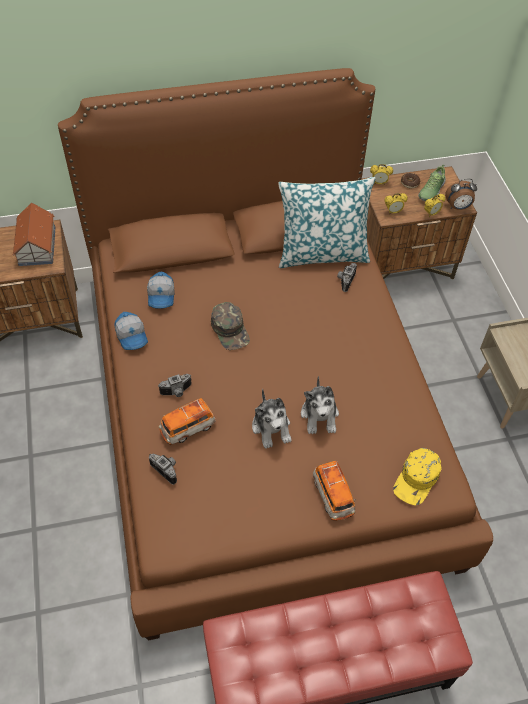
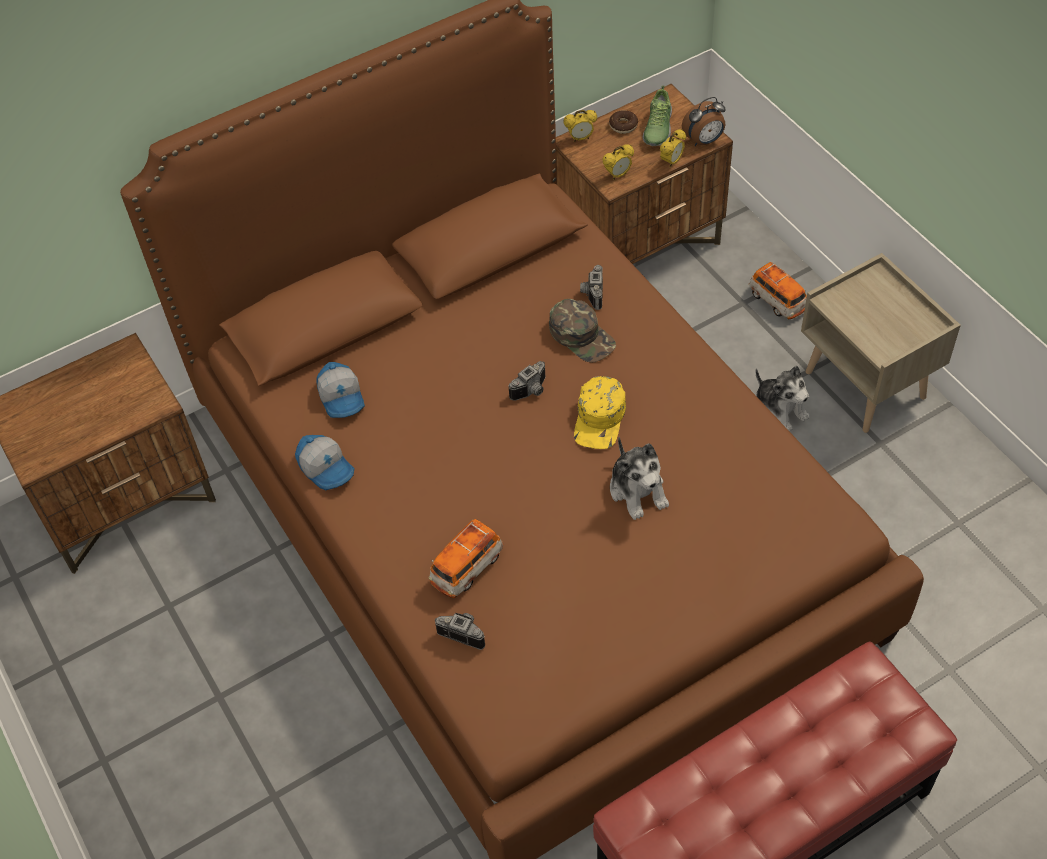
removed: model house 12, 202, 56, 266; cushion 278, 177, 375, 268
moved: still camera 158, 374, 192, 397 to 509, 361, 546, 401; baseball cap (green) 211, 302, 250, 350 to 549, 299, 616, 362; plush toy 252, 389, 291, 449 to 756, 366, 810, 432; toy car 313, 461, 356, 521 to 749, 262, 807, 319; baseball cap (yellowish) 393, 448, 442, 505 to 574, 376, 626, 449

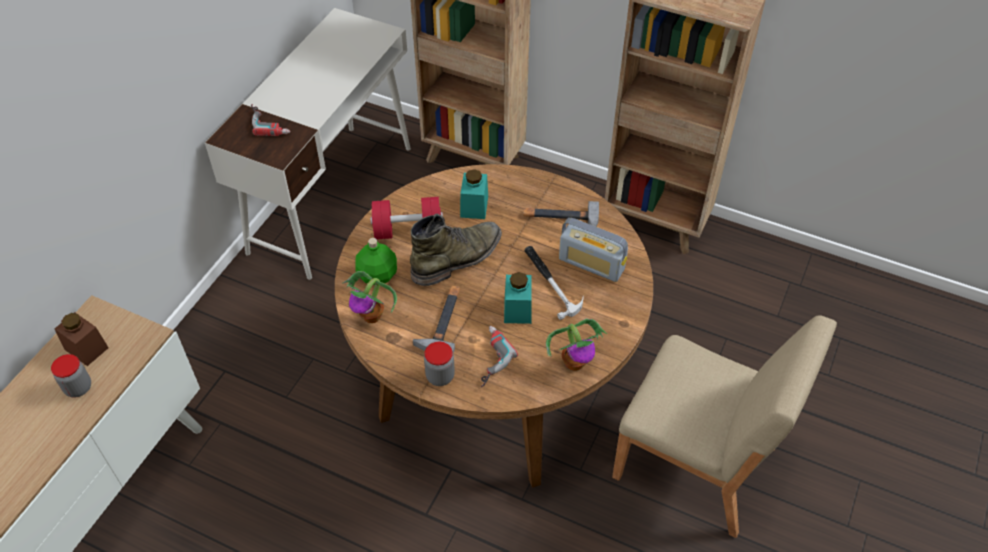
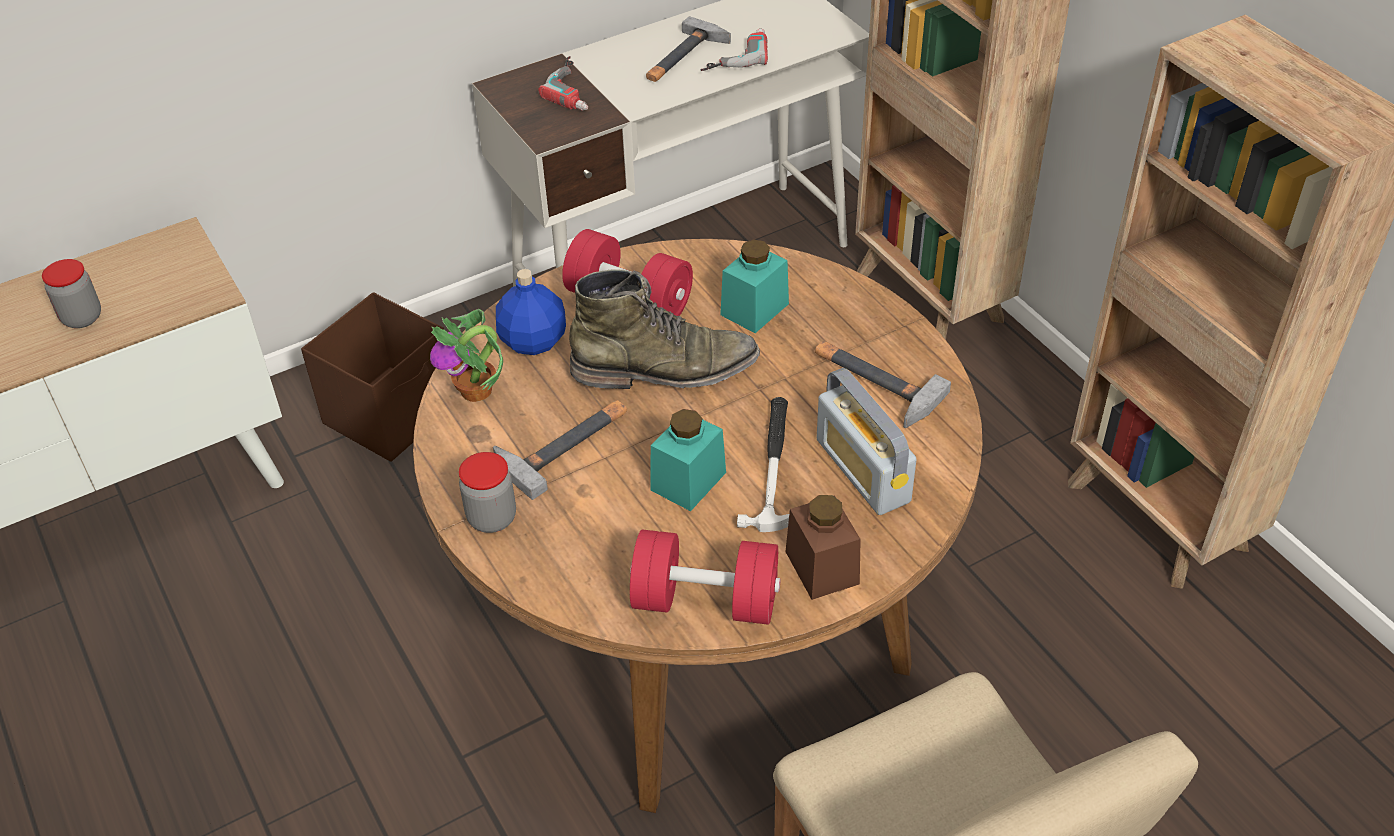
added: storage box (brown) 301, 292, 444, 462; tool hammer 646, 16, 731, 82
moved: jar (brown) 55, 312, 109, 366 to 785, 495, 861, 600; drill 481, 326, 518, 387 to 701, 28, 768, 71
replaced: houseplant 546, 319, 607, 371 to free weight (reddish) 630, 530, 781, 625
recoloured: beverage bottle (green) 356, 238, 397, 285 to beverage bottle (bluish) 496, 269, 566, 355

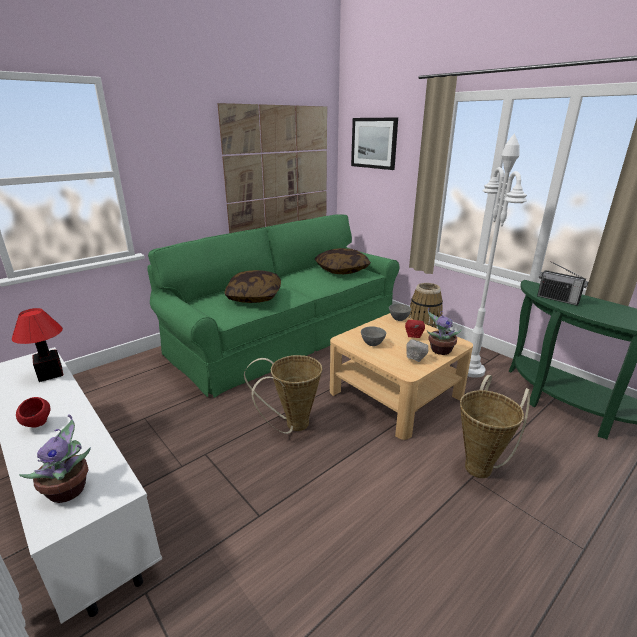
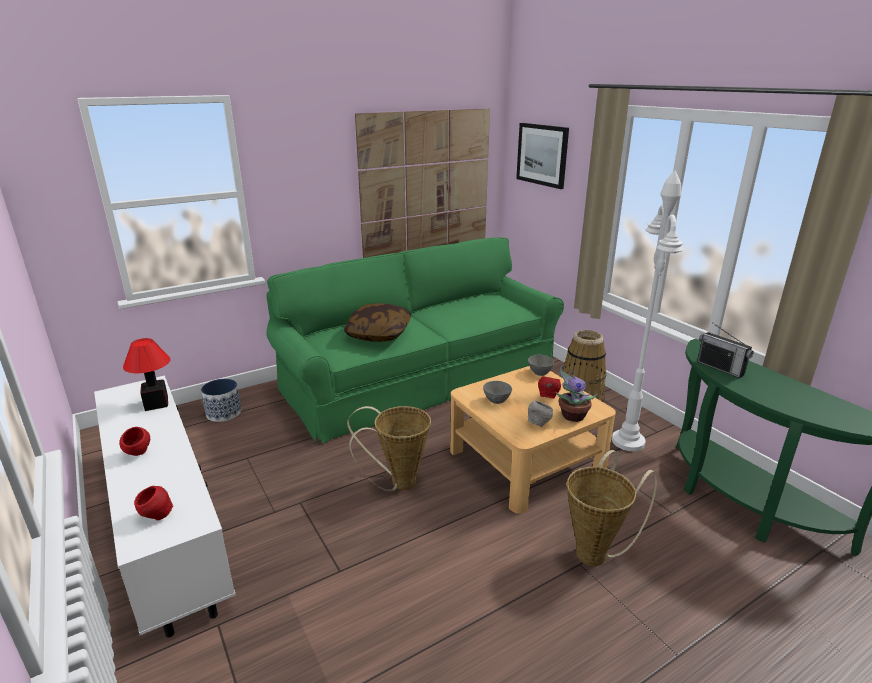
removed: cushion 315, 248, 371, 274
added: planter 201, 379, 242, 422
replaced: houseplant 19, 414, 91, 503 to deep dish (reddish) 134, 486, 173, 520

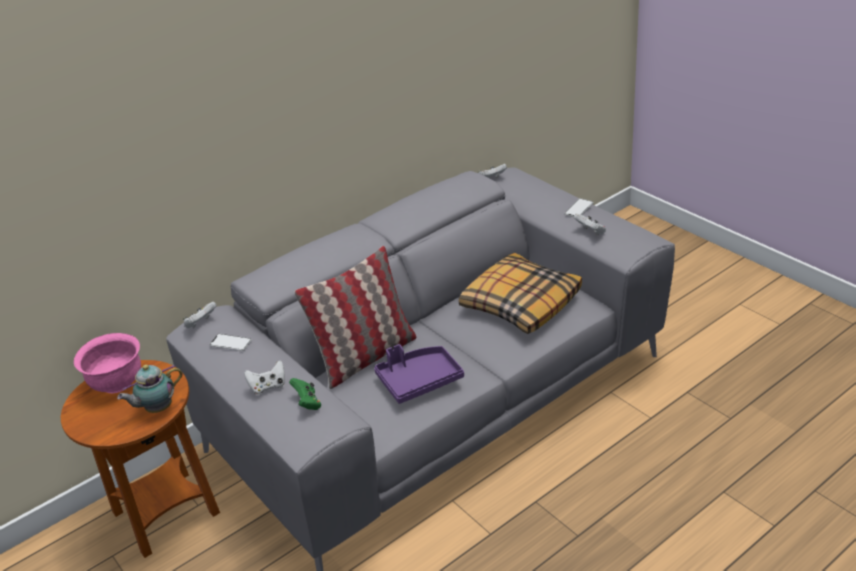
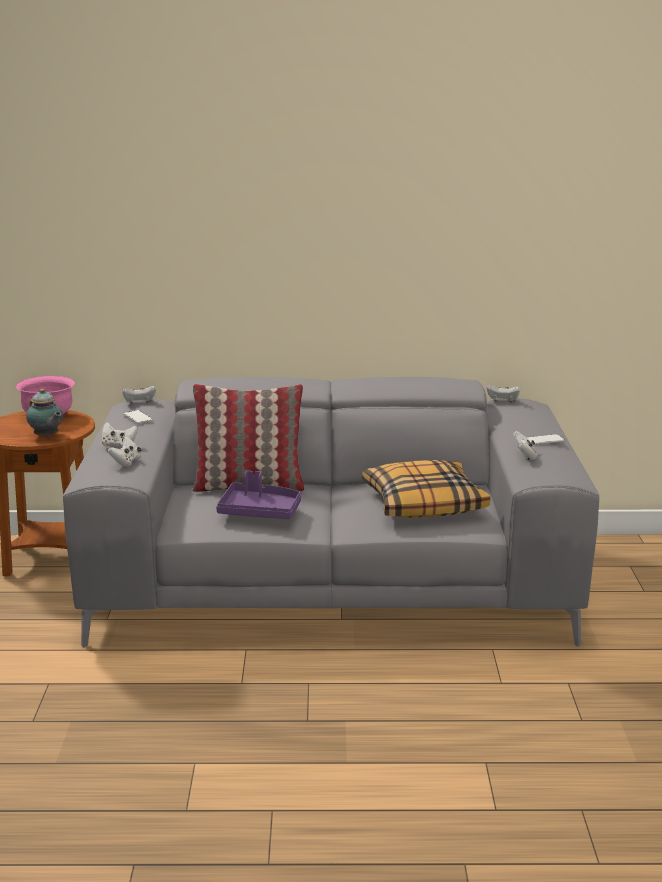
recoloured: game controller (green) 289, 378, 321, 410 to game controller (white) 108, 436, 141, 467
turned: pot for tea 117, 365, 182, 413 = 26, 389, 63, 438 135 degrees counterclockwise

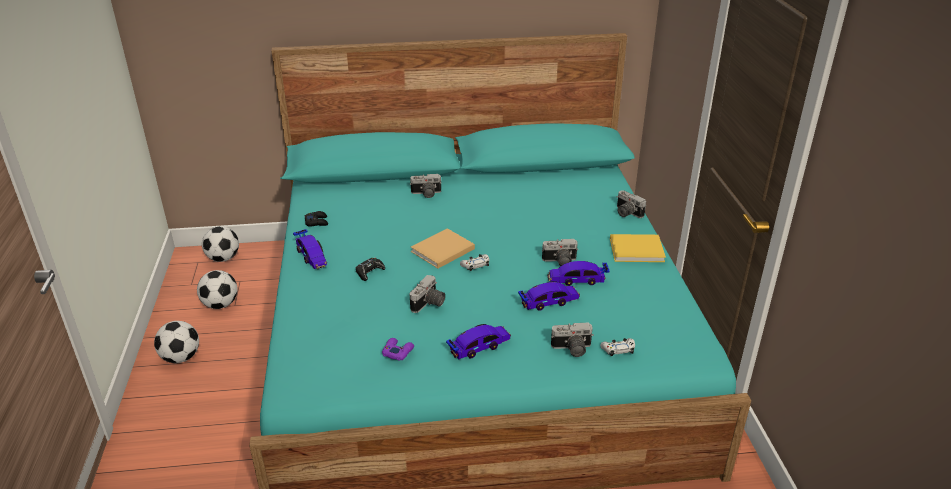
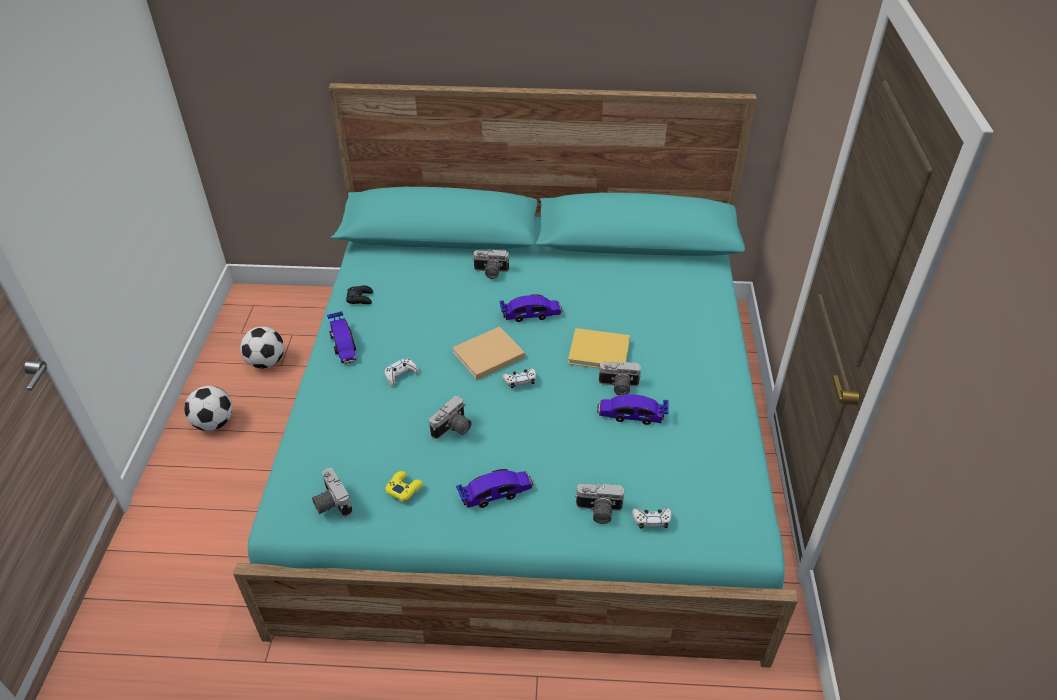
removed: football 202, 226, 239, 262
moved: toy car 518, 281, 580, 311 to 499, 294, 562, 322; bound book (yellowish) 610, 234, 666, 262 to 568, 328, 630, 368; still camera 617, 190, 646, 218 to 312, 468, 353, 517
recoloured: game controller (black) 356, 258, 385, 281 to game controller (white) 384, 358, 419, 387; game controller (purplish) 382, 338, 414, 361 to game controller (yellowish) 385, 471, 423, 501

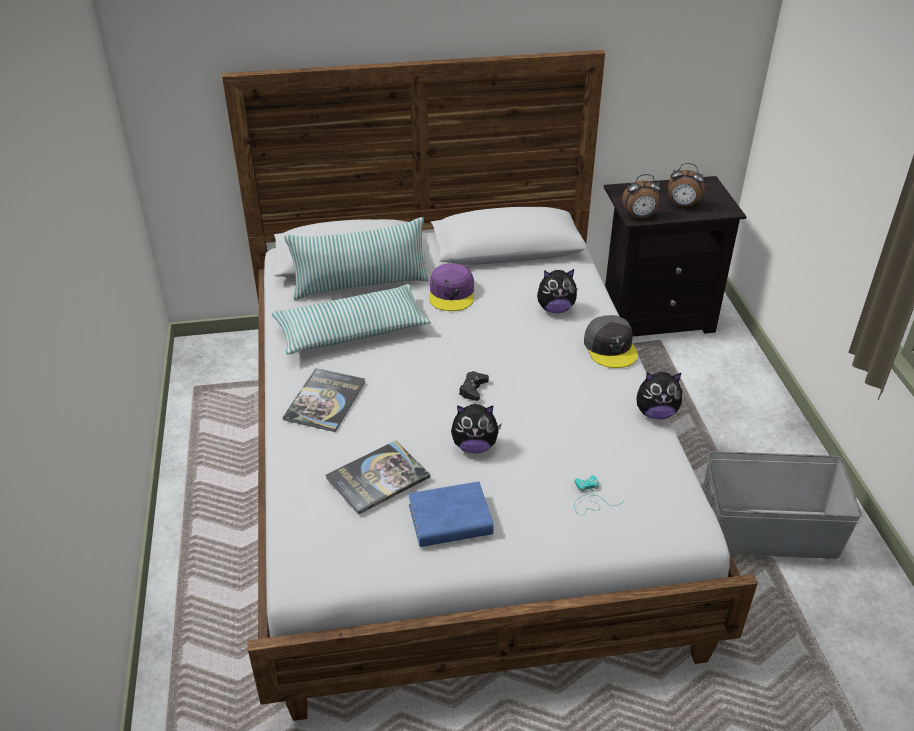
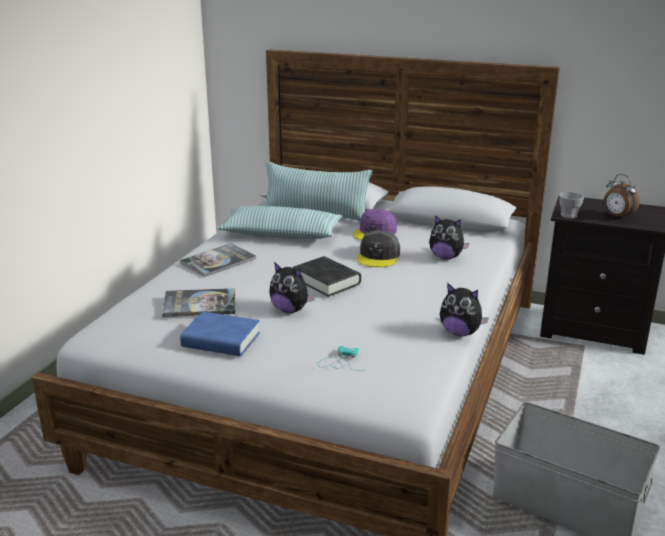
moved: baseball cap (gray) 584, 315, 638, 368 to 357, 231, 400, 267
replaced: game controller (black) 459, 371, 489, 401 to bound book (black) 293, 256, 361, 297; bedside clock 622, 174, 661, 218 to cup 559, 192, 584, 218

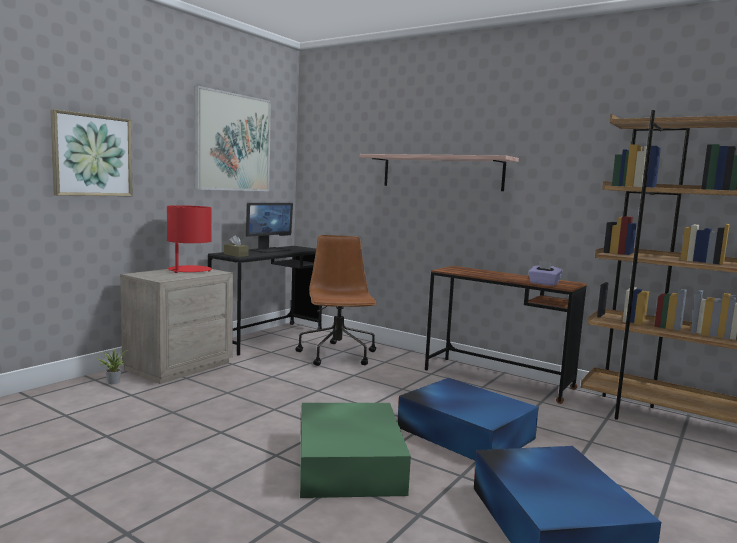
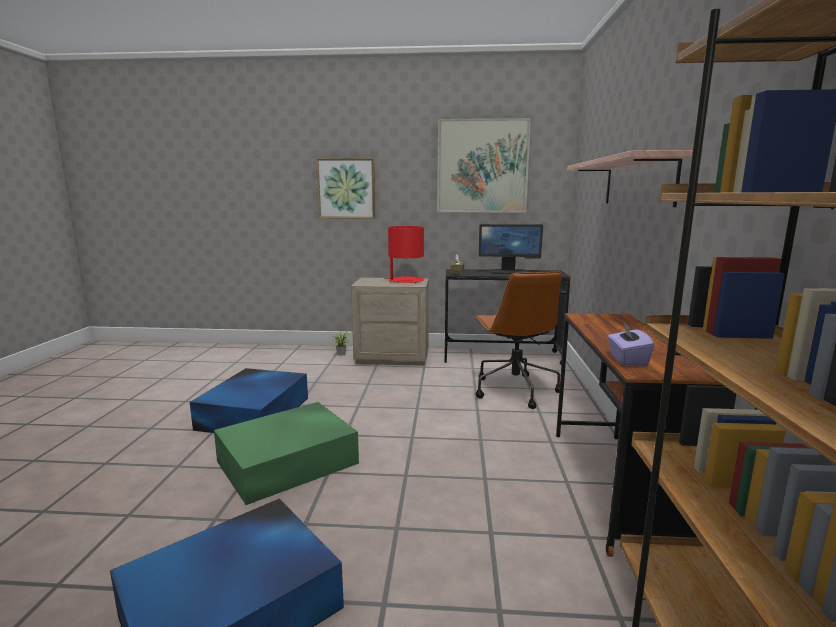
moved: storage box (bluish) 397, 378, 539, 461 to 190, 368, 308, 433
turned: desk chair (brown) 295, 235, 377, 366 = 474, 271, 562, 409 120 degrees clockwise

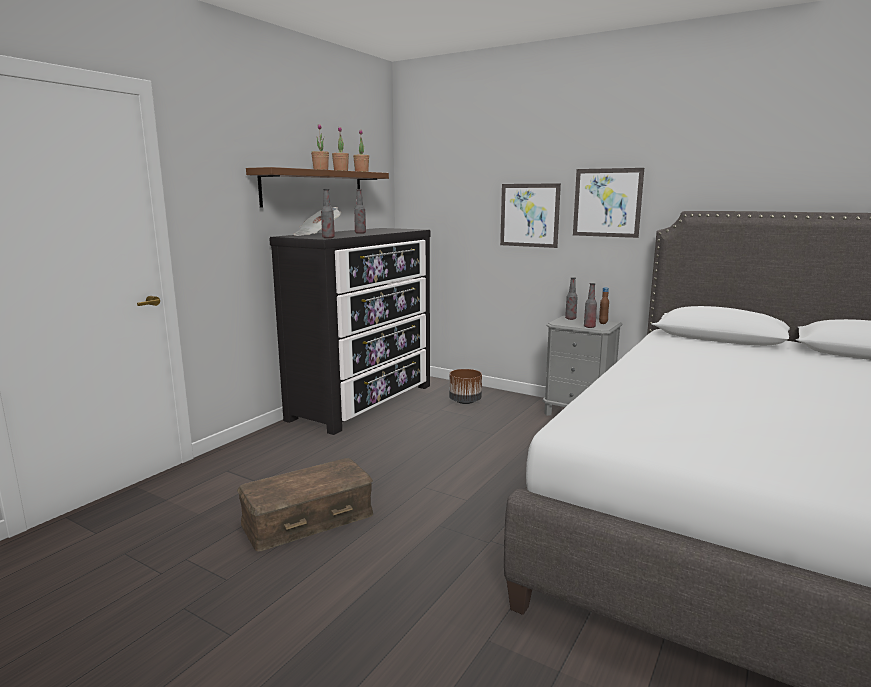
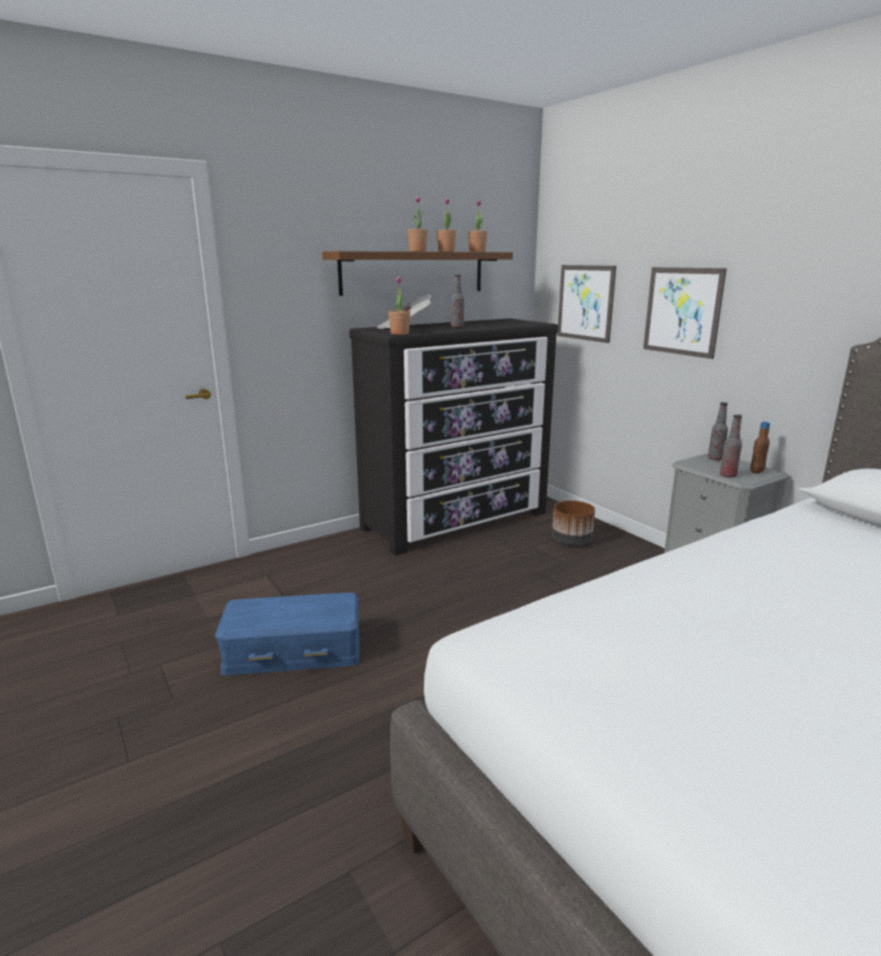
moved: wall picture 573, 168, 644, 238 to 557, 265, 616, 343
replaced: beverage bottle 321, 189, 335, 238 to houseplant 389, 276, 410, 335
recoloured: storage box (brown) 237, 458, 373, 552 to storage box (bluish) 215, 592, 360, 675

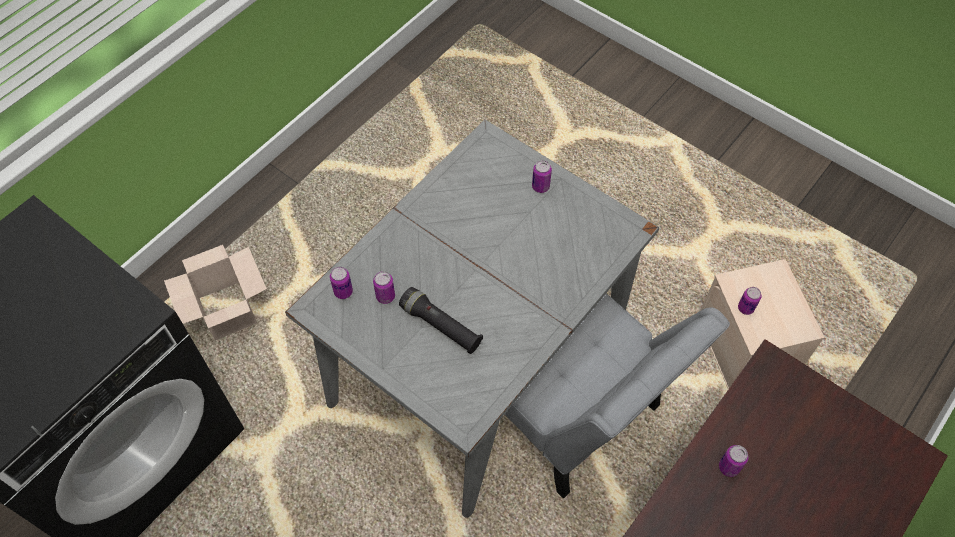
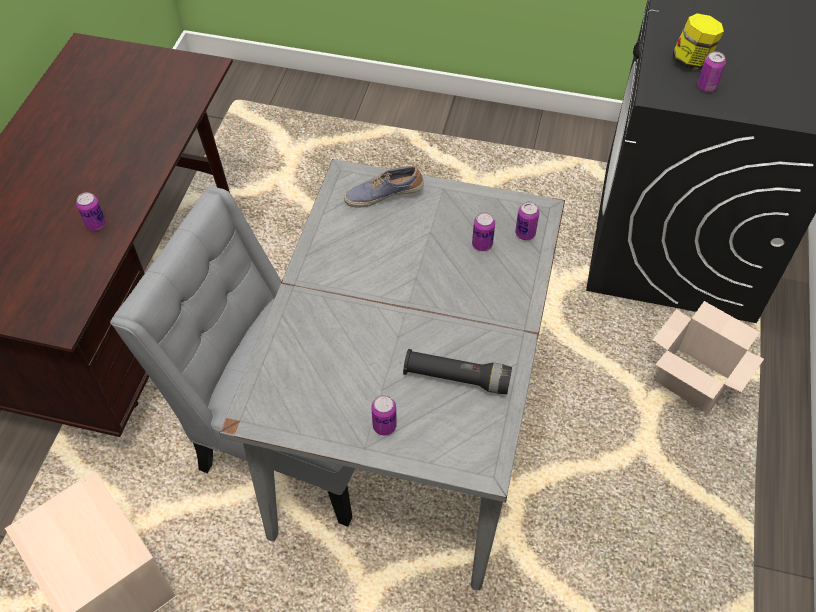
added: shoe 344, 166, 424, 207; jar 673, 13, 724, 70
moved: flashlight (black) 399, 287, 483, 354 to 403, 349, 512, 394; can 738, 287, 762, 315 to 697, 51, 726, 92

